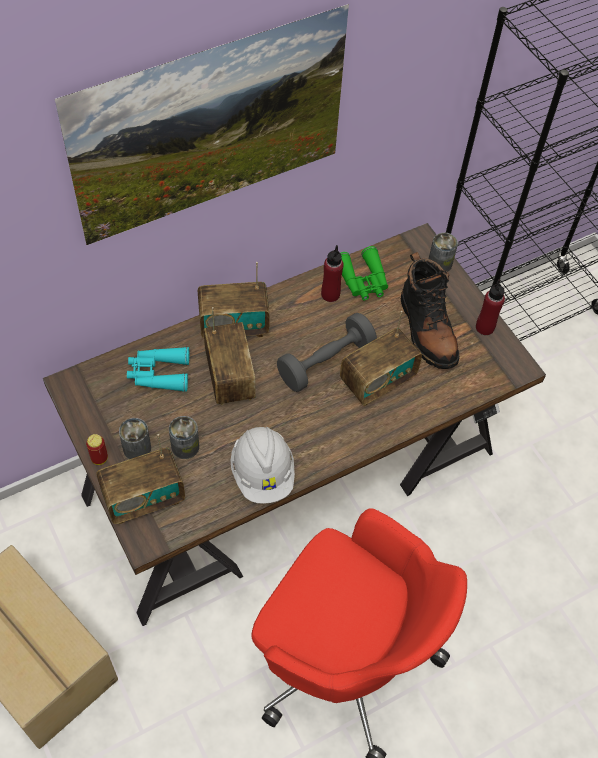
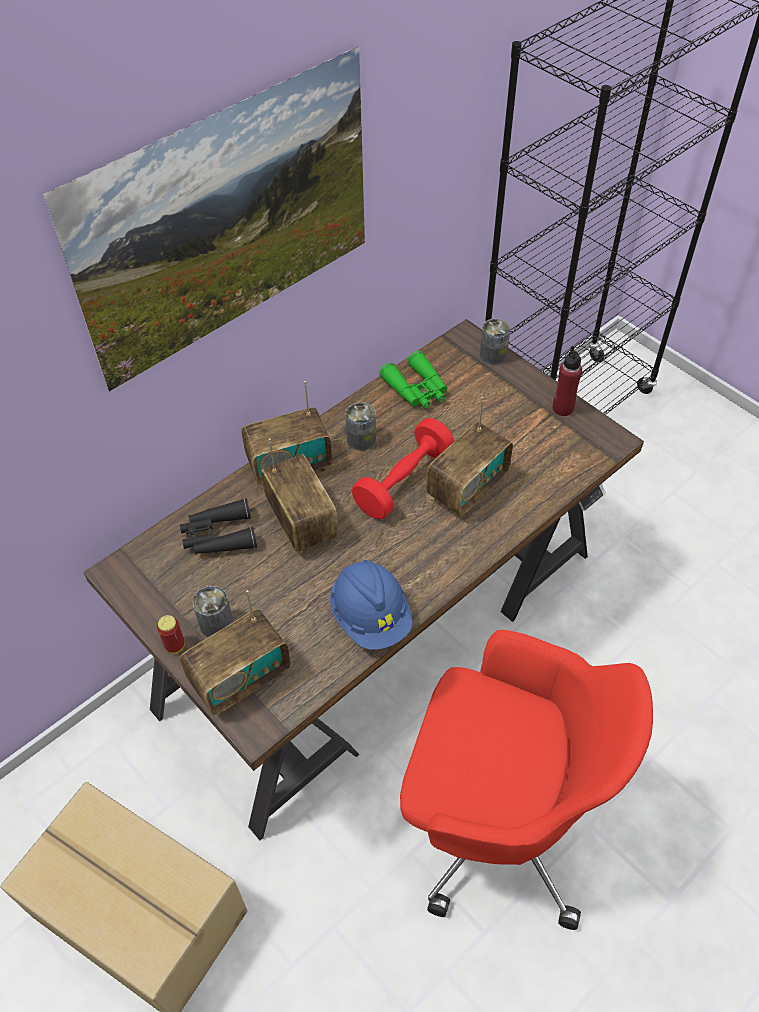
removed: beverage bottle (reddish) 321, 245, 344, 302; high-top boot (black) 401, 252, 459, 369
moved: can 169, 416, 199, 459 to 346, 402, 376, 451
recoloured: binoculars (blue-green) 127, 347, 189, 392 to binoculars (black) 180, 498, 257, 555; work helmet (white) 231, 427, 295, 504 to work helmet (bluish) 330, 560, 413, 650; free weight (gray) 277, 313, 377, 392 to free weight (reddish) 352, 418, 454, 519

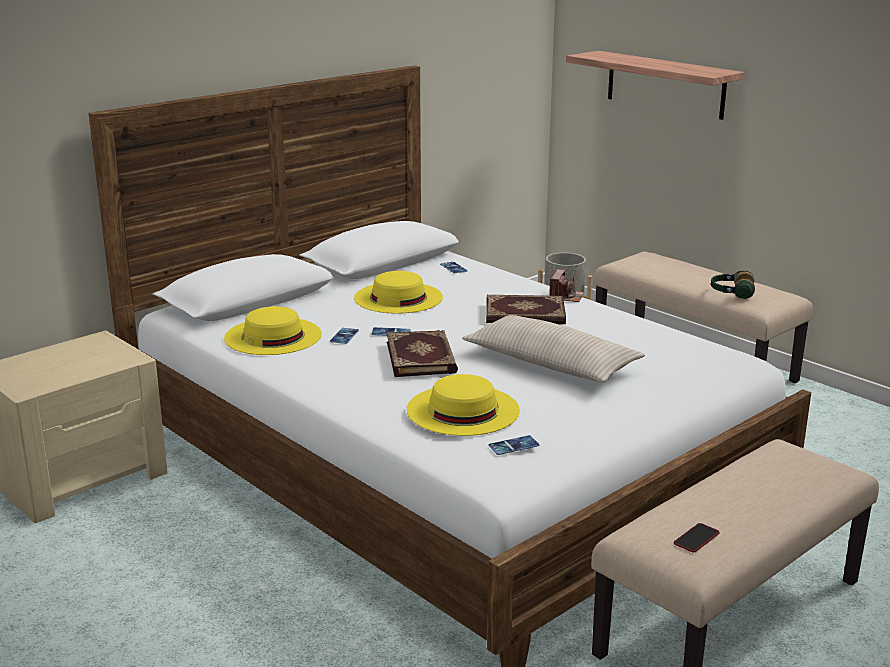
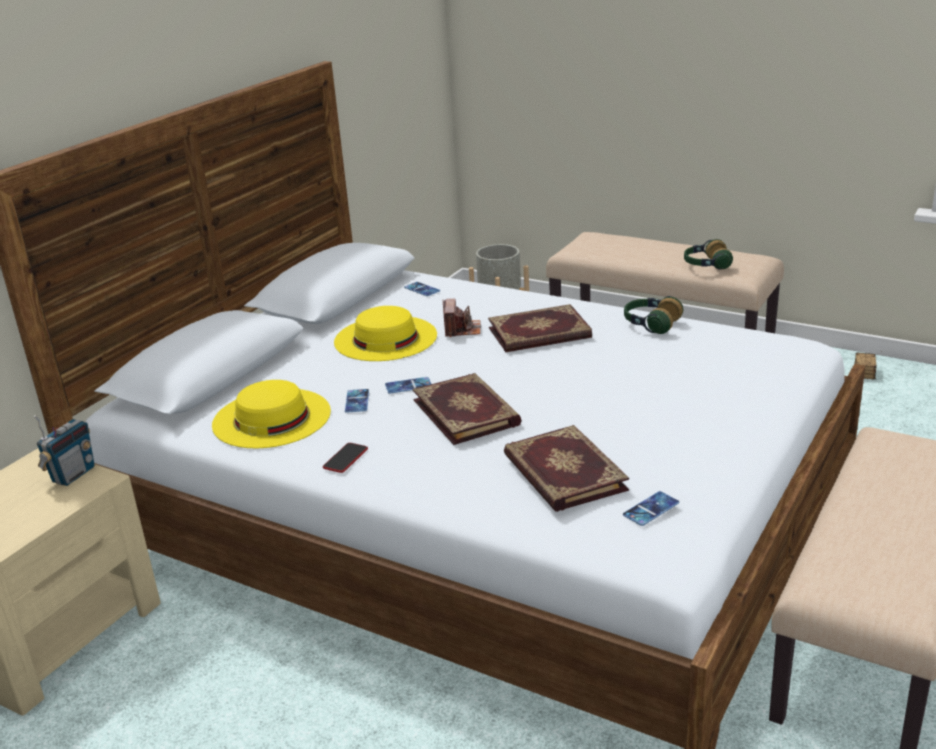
removed: cushion (beige-coloured) 462, 315, 645, 382; shelf 566, 51, 744, 120
added: radio set 34, 415, 94, 486; headset 624, 296, 683, 334; storage box 854, 352, 877, 380
moved: still camera 549, 269, 584, 302 to 443, 299, 481, 337; telephone 674, 523, 720, 553 to 323, 443, 368, 473
replaced: hat (yellowish) 407, 374, 520, 436 to bound book 504, 425, 629, 512

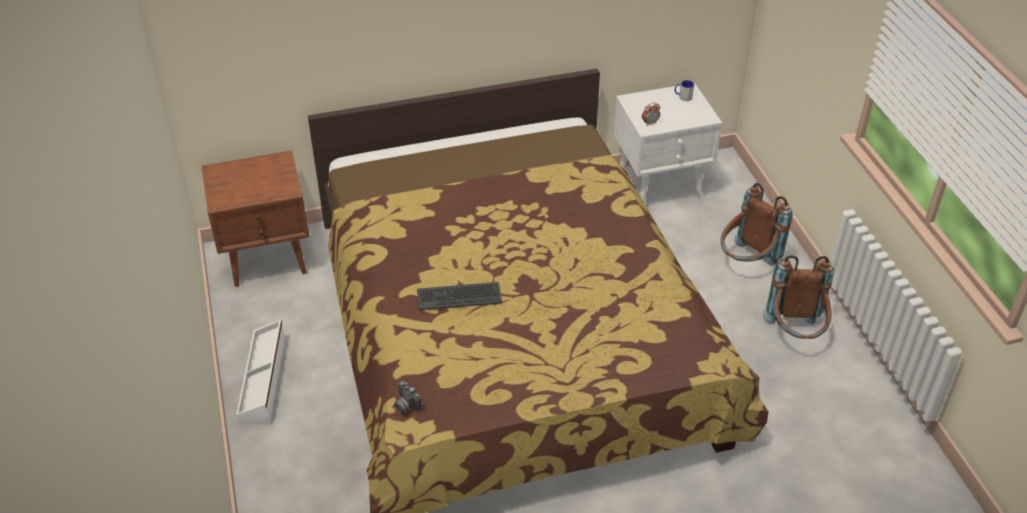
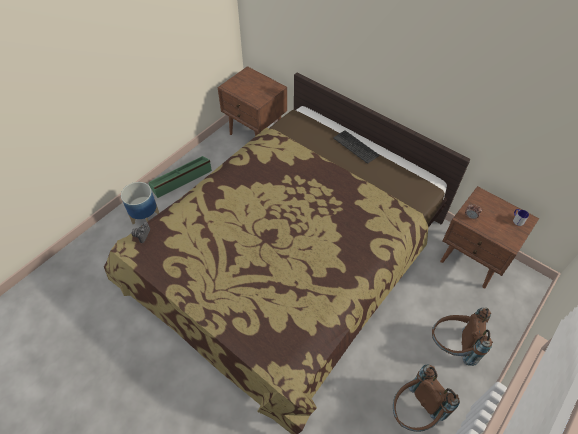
added: planter 121, 182, 159, 224
moved: keyboard 417, 282, 502, 310 to 333, 130, 380, 164
recoloured: storage box (white) 236, 320, 285, 424 to storage box (green) 148, 156, 212, 198; nightstand (white) 613, 83, 722, 201 to nightstand (brown) 440, 186, 539, 288

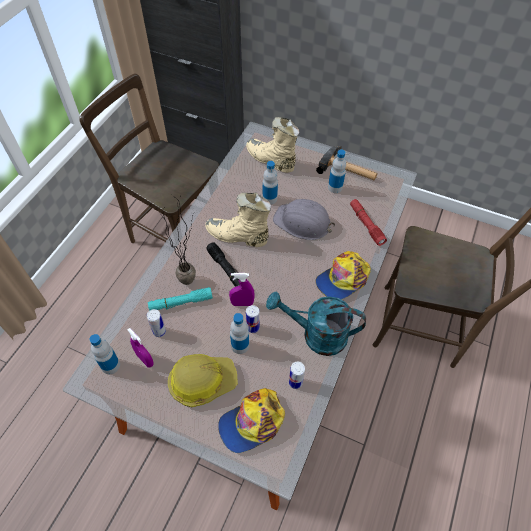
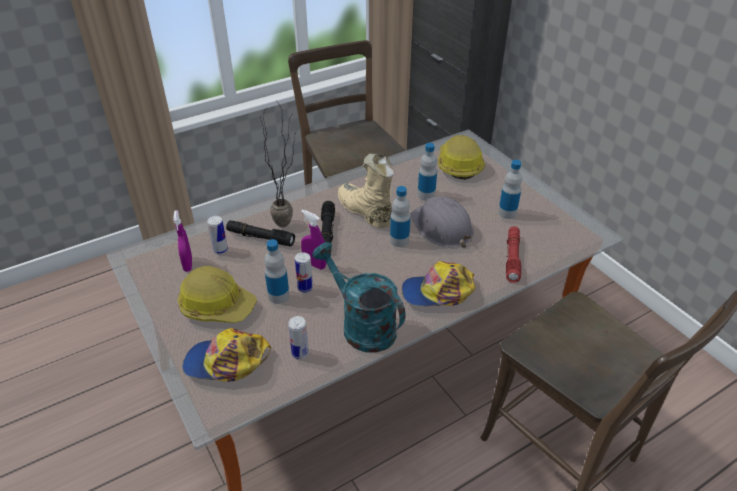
removed: tool hammer 316, 146, 378, 180
moved: beverage bottle 89, 334, 120, 374 to 390, 186, 410, 247
replaced: high-top boot (beige-coloured) 246, 117, 299, 173 to work helmet 438, 135, 485, 180
recoloured: flashlight (blue-green) 148, 287, 213, 311 to flashlight (black) 226, 220, 295, 246

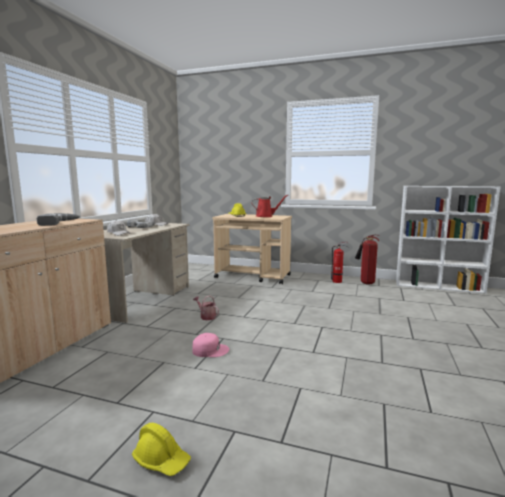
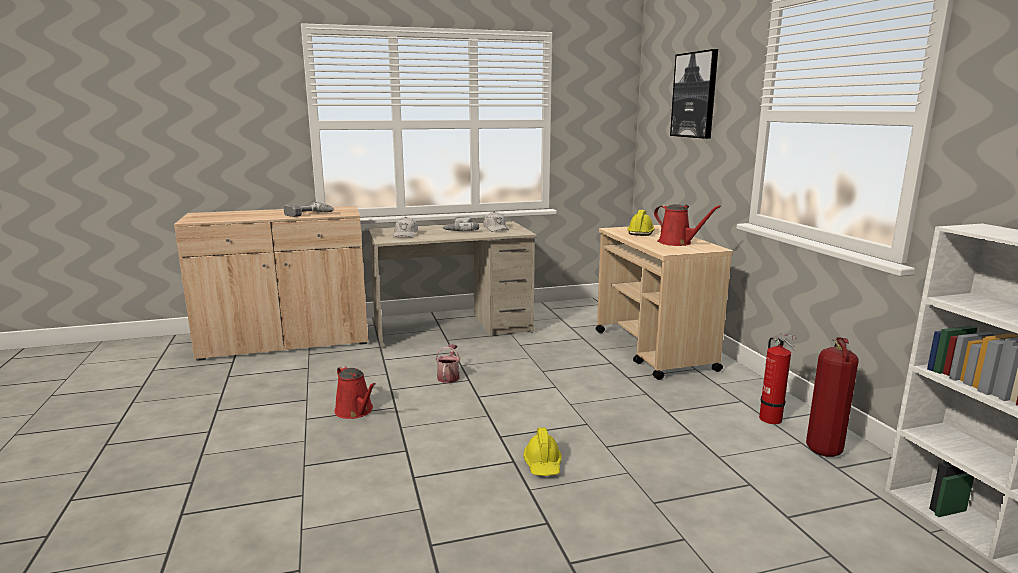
added: wall picture 670, 49, 718, 139
moved: work helmet (yellowish) 132, 423, 191, 476 to 523, 427, 562, 476
replaced: baseball cap (pinkish) 192, 333, 229, 357 to watering pot (reddish) 334, 365, 376, 419

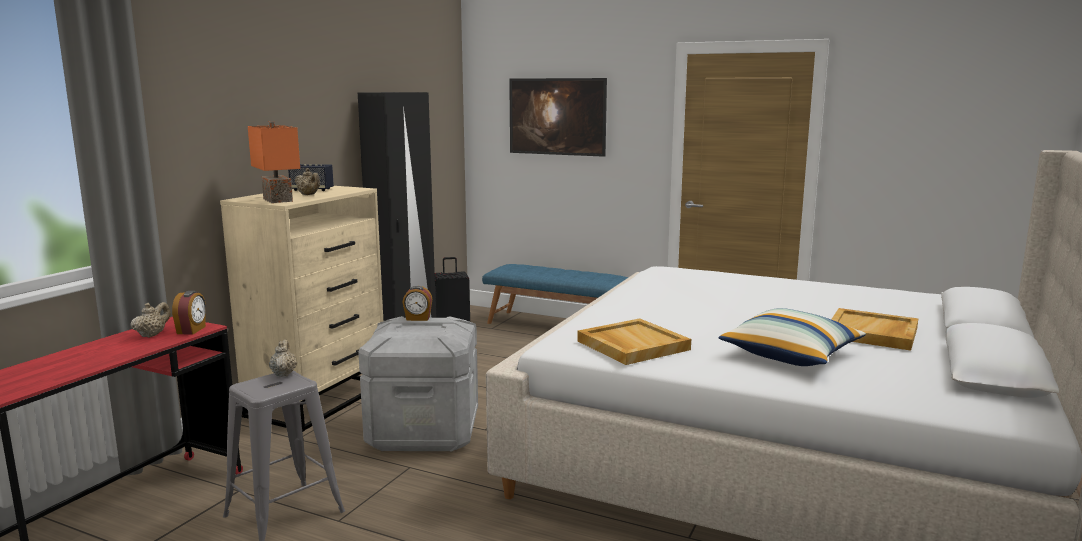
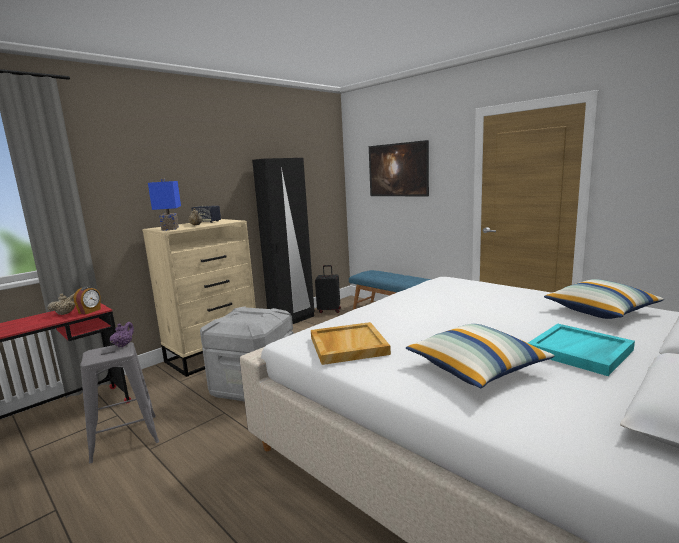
removed: bedside clock 403, 286, 432, 321
added: cushion 544, 279, 664, 319
recoloured: table lamp (orangey) 248, 121, 300, 203 to table lamp (bluish) 148, 178, 181, 231; pot for tea (beige-coloured) 269, 340, 297, 377 to pot for tea (purplish) 110, 322, 134, 347; serving tray (beige-coloured) 831, 308, 918, 351 to serving tray (blue-green) 528, 324, 635, 376

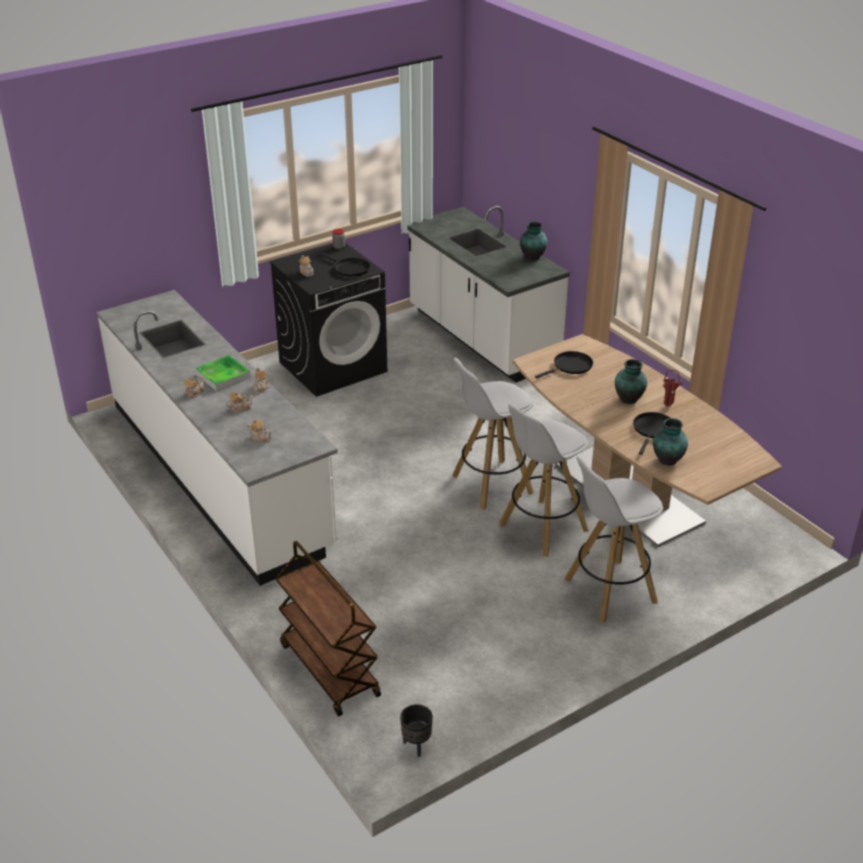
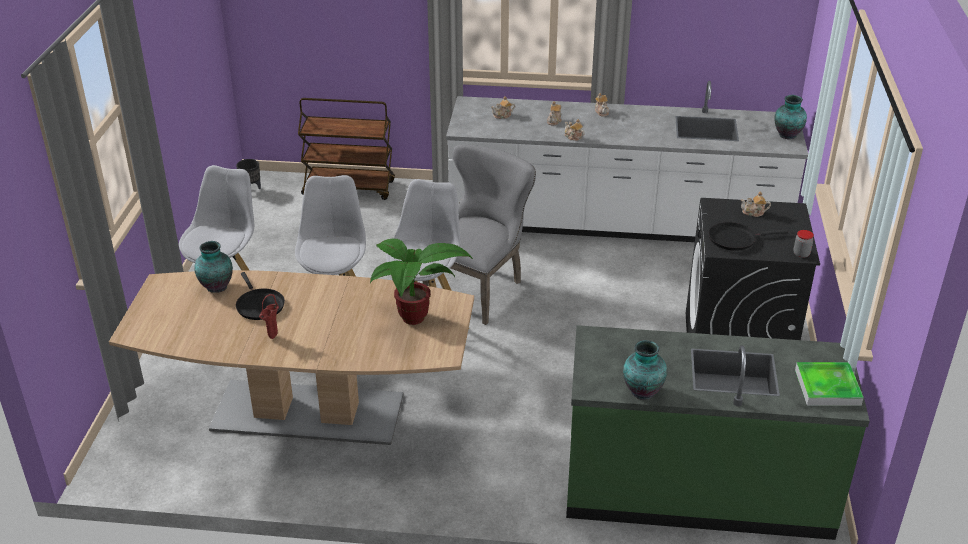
added: plain chair (gray) 423, 145, 536, 325
moved: serving tray 195, 355, 251, 391 to 795, 362, 864, 406; flower vase 615, 359, 647, 404 to 774, 95, 807, 139
replaced: frying pan (black) 535, 351, 593, 379 to houseplant 370, 239, 473, 325
recoloured: kitchen base unit (white) 407, 206, 570, 383 to kitchen base unit (green) 566, 325, 870, 540

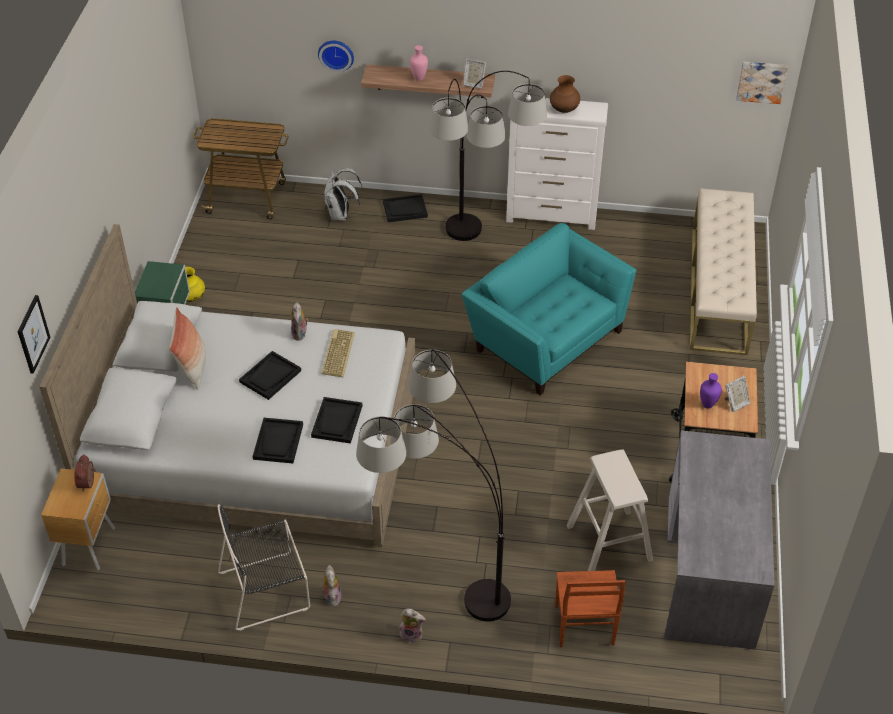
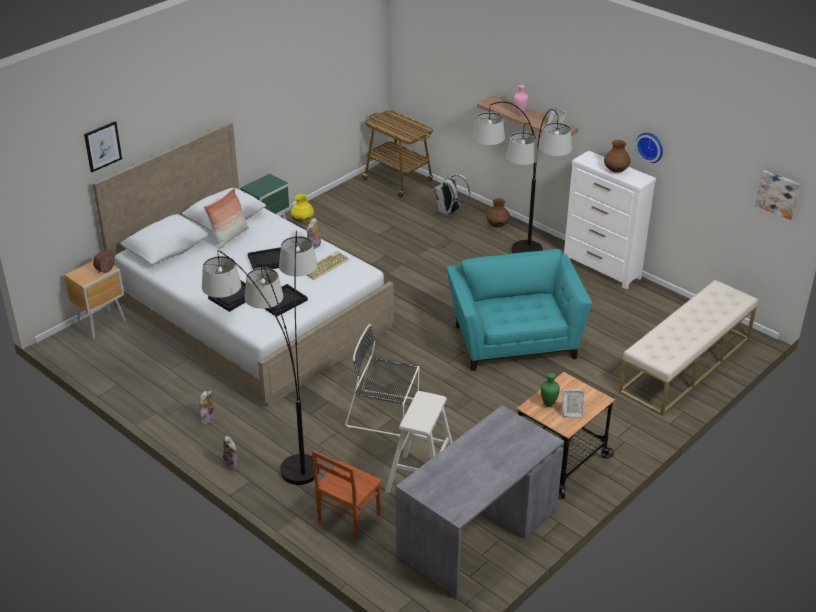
moved: plain chair (black) 218, 504, 310, 631 to 345, 324, 419, 437; wall clock 318, 41, 354, 72 to 635, 133, 663, 163
replaced: serving tray (black) 383, 194, 428, 222 to flower vase (brown) 486, 198, 510, 227
recoloured: flower vase (purplish) 700, 373, 722, 409 to flower vase (green) 541, 373, 560, 407

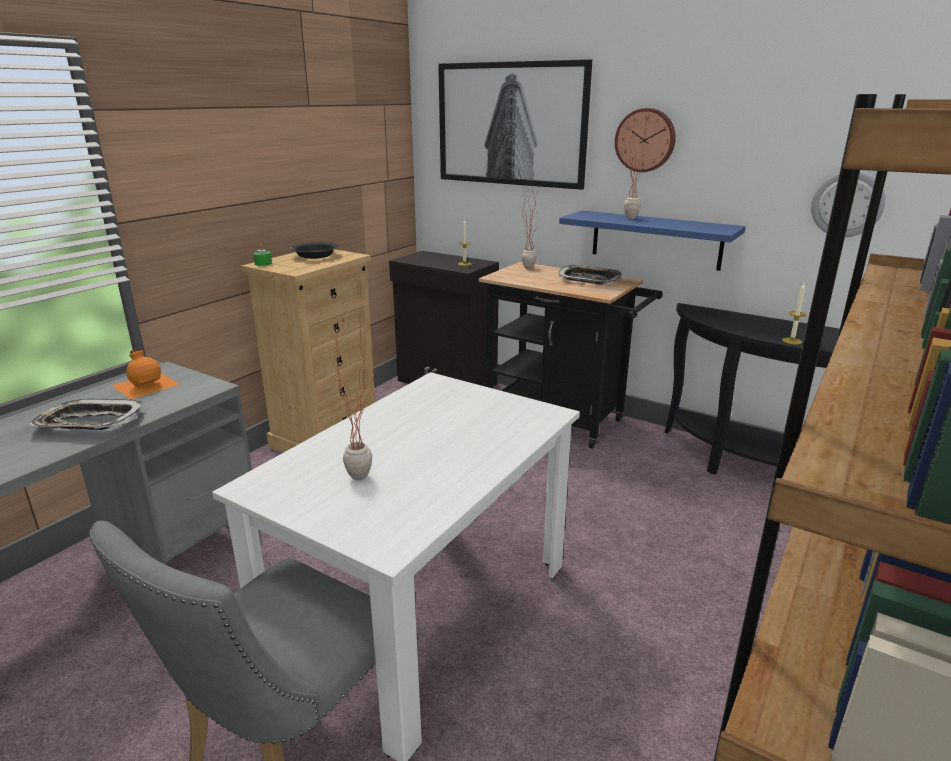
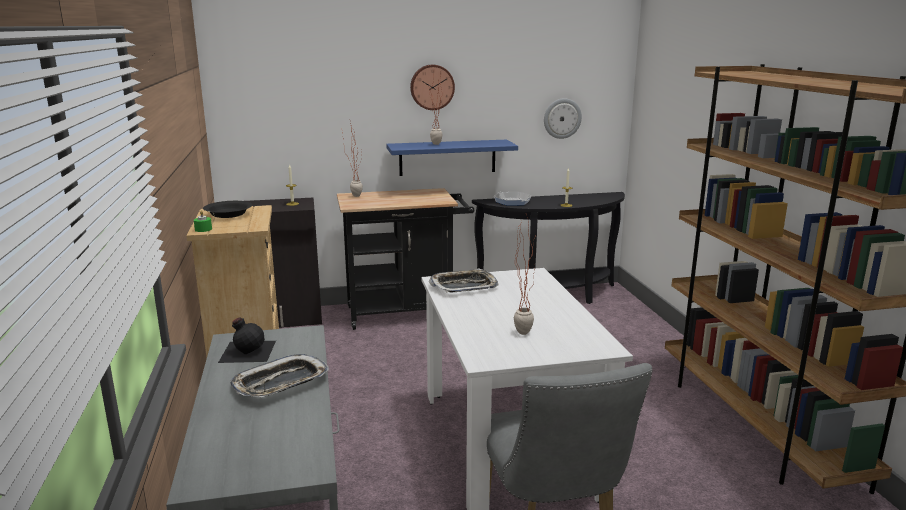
removed: wall picture 438, 59, 592, 190
added: frying pan 494, 192, 532, 206
moved: serving tray 559, 265, 622, 284 to 429, 269, 499, 292
recoloured: beverage bottle (orangey) 112, 348, 180, 399 to beverage bottle (black) 218, 317, 276, 363

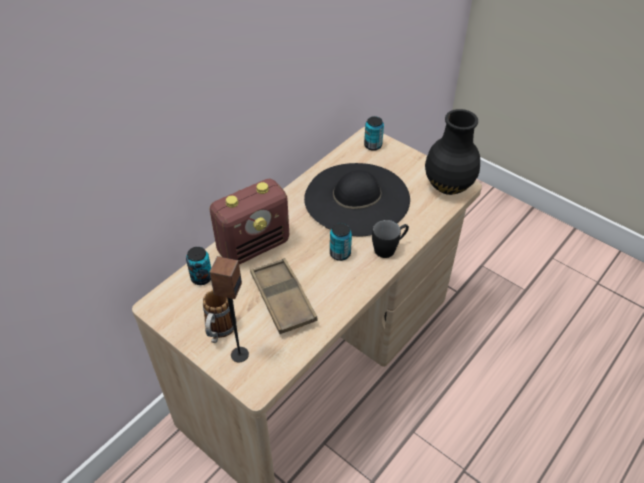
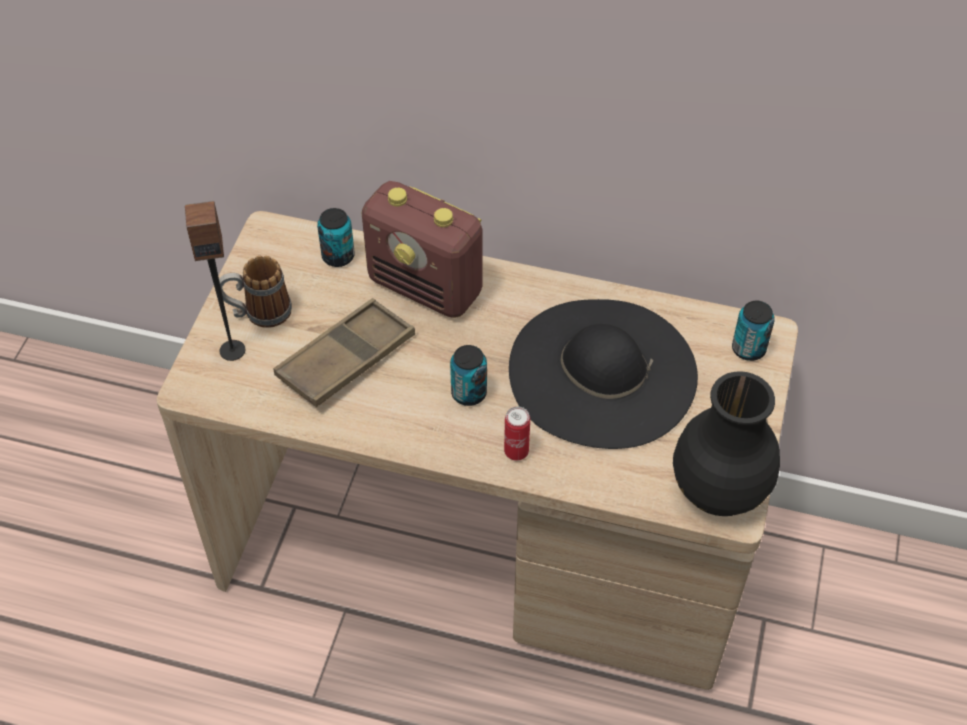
replaced: mug (black) 372, 220, 409, 258 to can 504, 406, 530, 461

